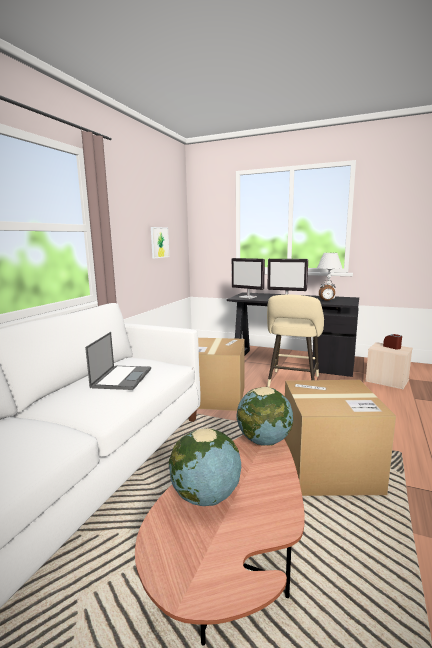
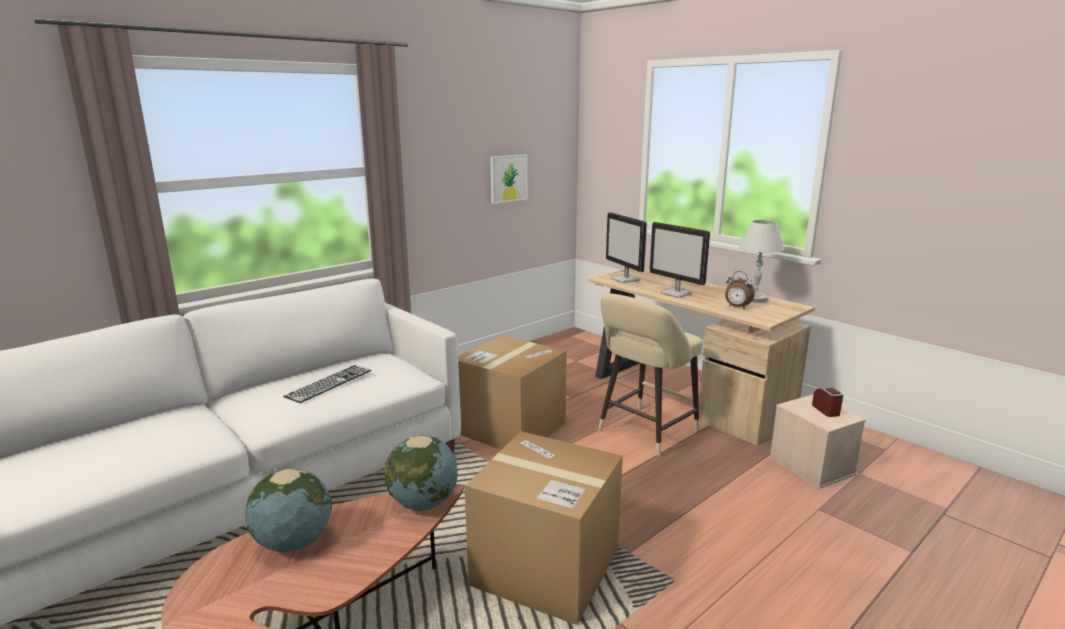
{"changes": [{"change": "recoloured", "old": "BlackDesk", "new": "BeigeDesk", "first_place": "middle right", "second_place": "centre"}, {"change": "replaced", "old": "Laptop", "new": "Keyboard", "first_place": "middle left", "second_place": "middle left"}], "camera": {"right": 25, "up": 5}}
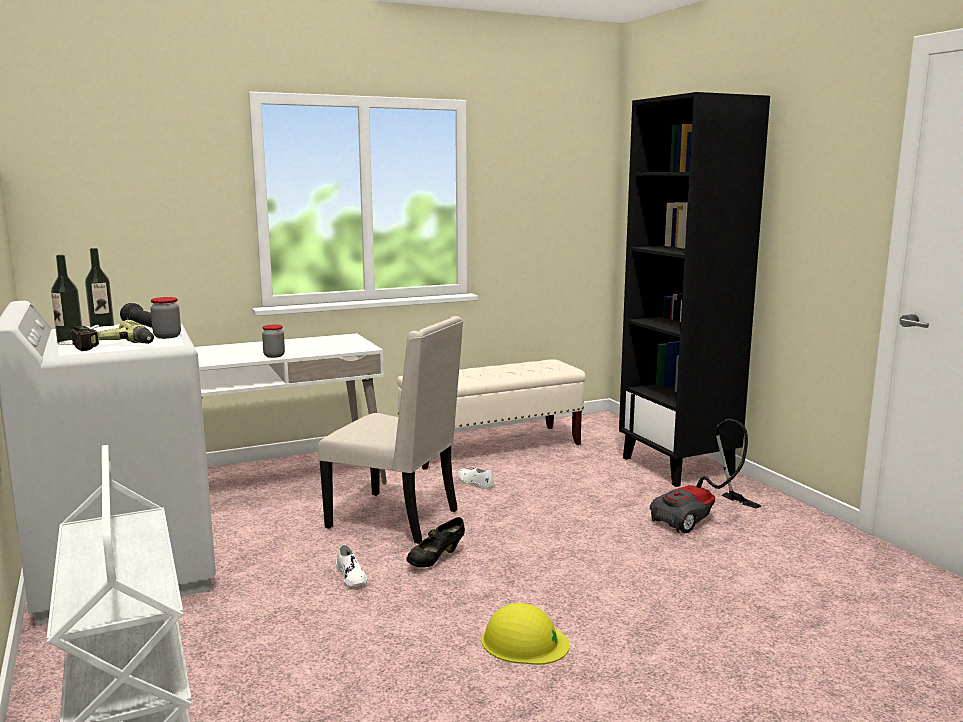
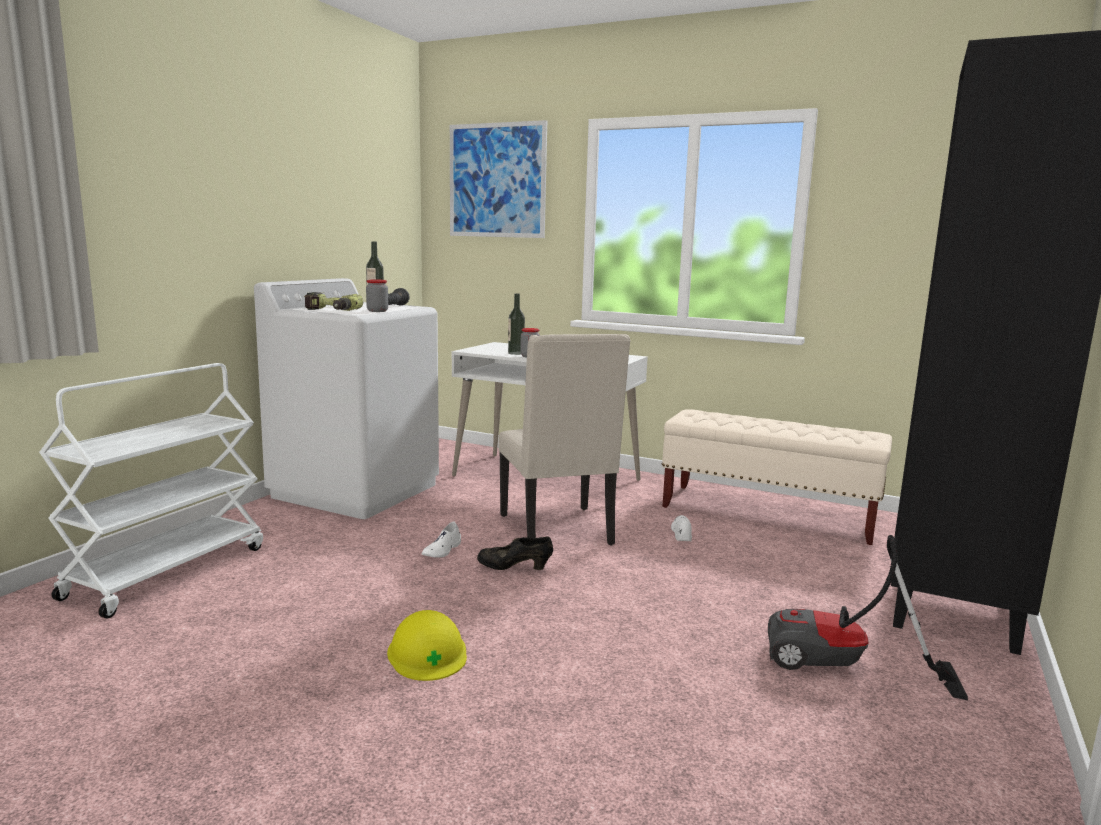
{"changes": [{"change": "moved", "old": "Bottle (1st from left in the first image)", "new": "Bottle (2nd from left)", "first_place": "middle left", "second_place": "centre"}, {"change": "added", "new": "Picture", "second_place": "top centre"}], "camera": {"right": 50, "up": 0}}
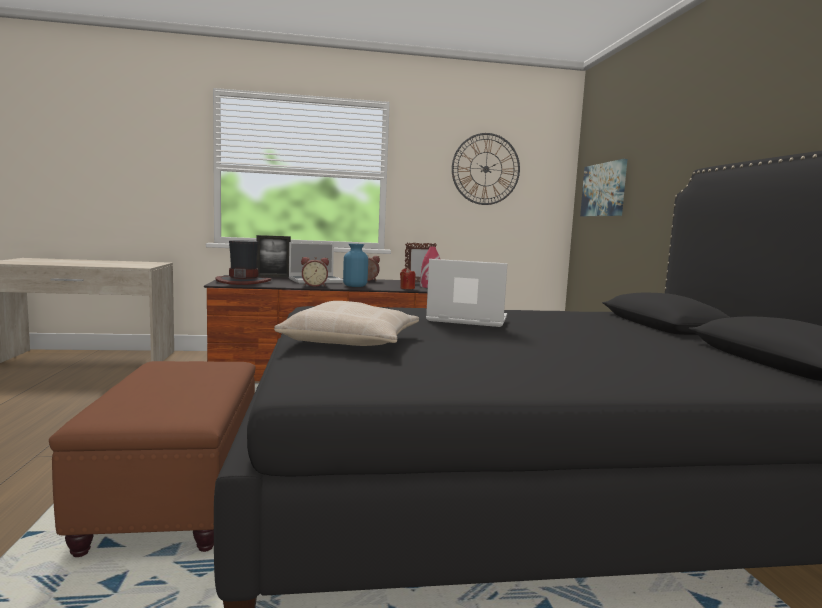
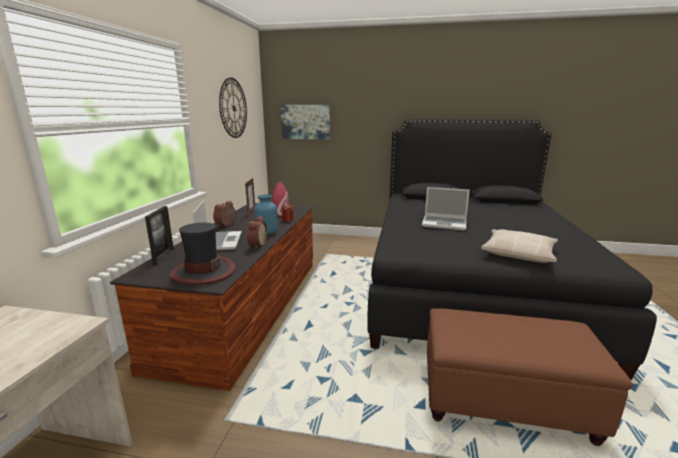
{"changes": [{"change": "turned", "old": "Laptop (2nd from left)", "first_place": "centre", "second_place": "centre", "degrees": -105}], "camera": {"right": -70, "up": 10}}
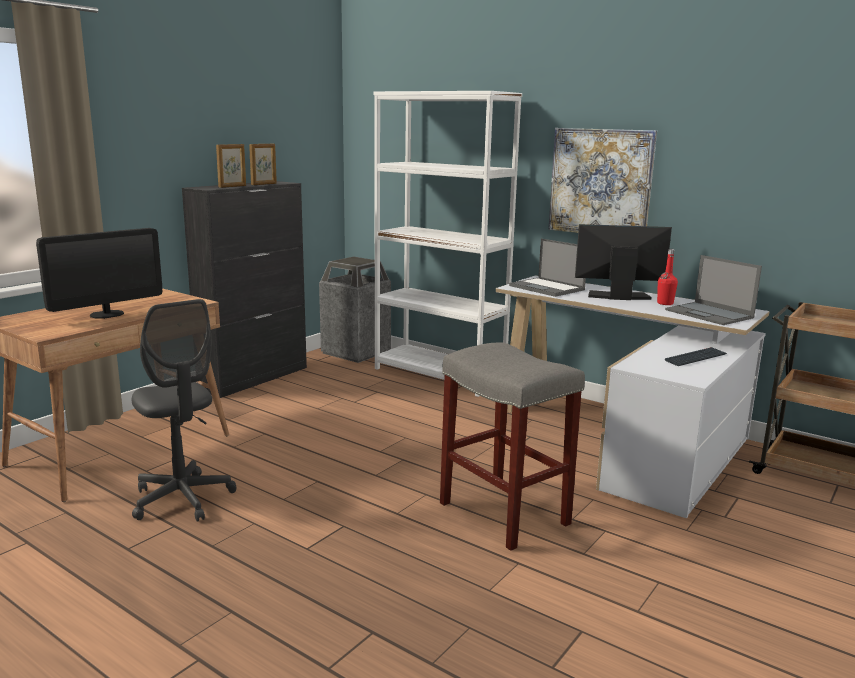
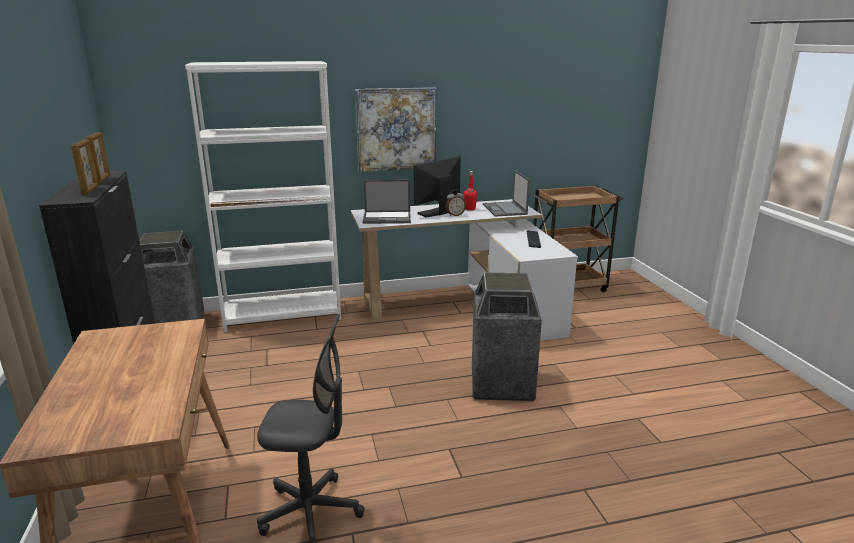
{"changes": [{"change": "removed", "old": "Monitor (1st from left)", "first_place": "middle left"}, {"change": "turned", "old": "Laptop (2nd from left)", "first_place": "middle right", "second_place": "centre", "degrees": 75}, {"change": "replaced", "old": "GreyStool", "new": "TrashCan (2nd from left)", "first_place": "centre", "second_place": "centre"}, {"change": "added", "new": "AlarmClock", "second_place": "centre"}], "camera": {"right": -50, "up": 5}}
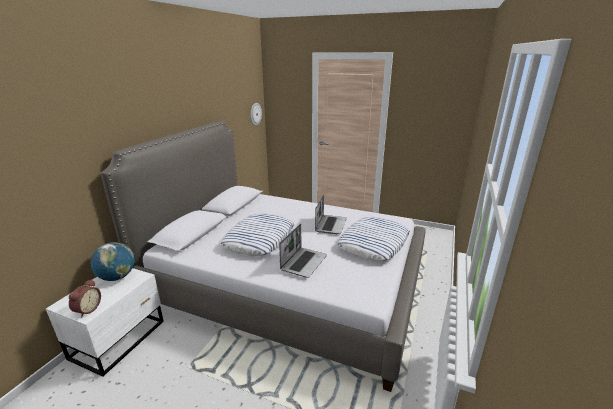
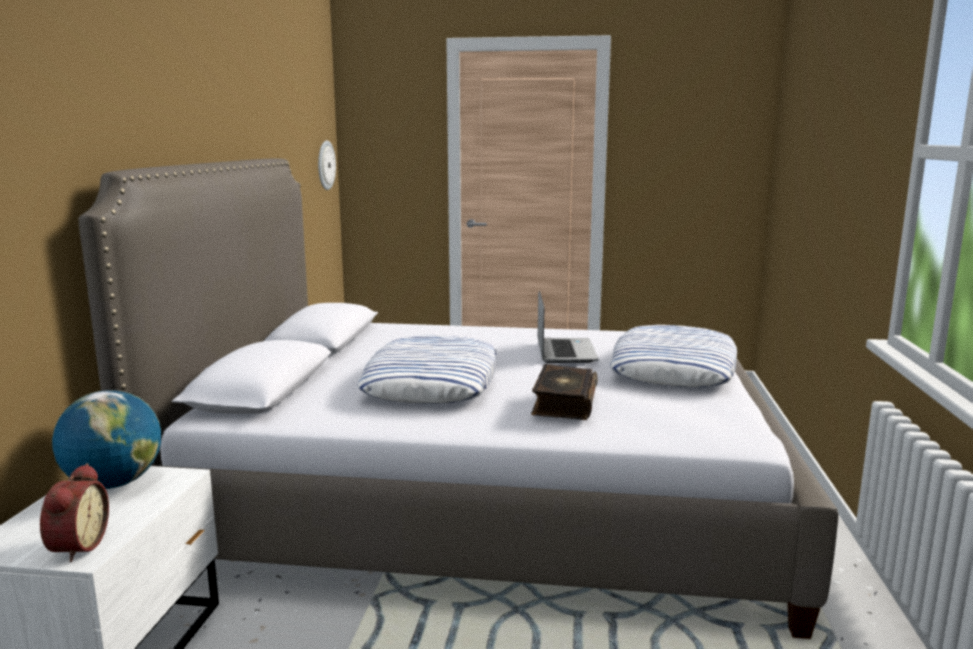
{"changes": [{"change": "replaced", "old": "Laptop (1st from left)", "new": "Book", "first_place": "centre", "second_place": "centre"}], "camera": {"right": -15, "up": -10}}
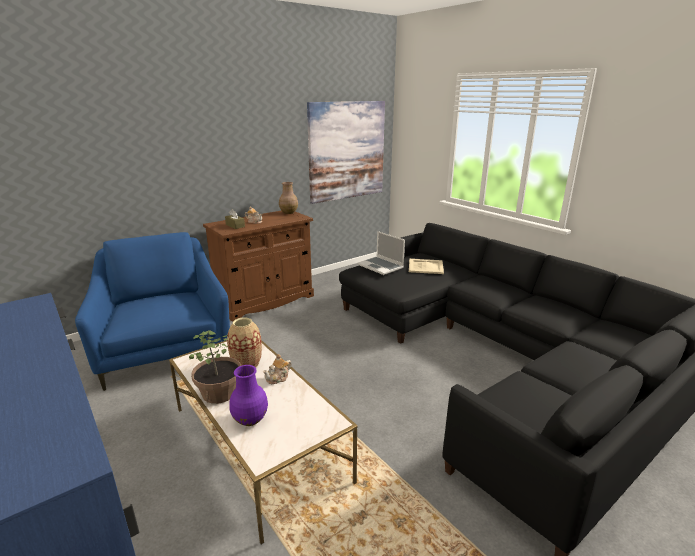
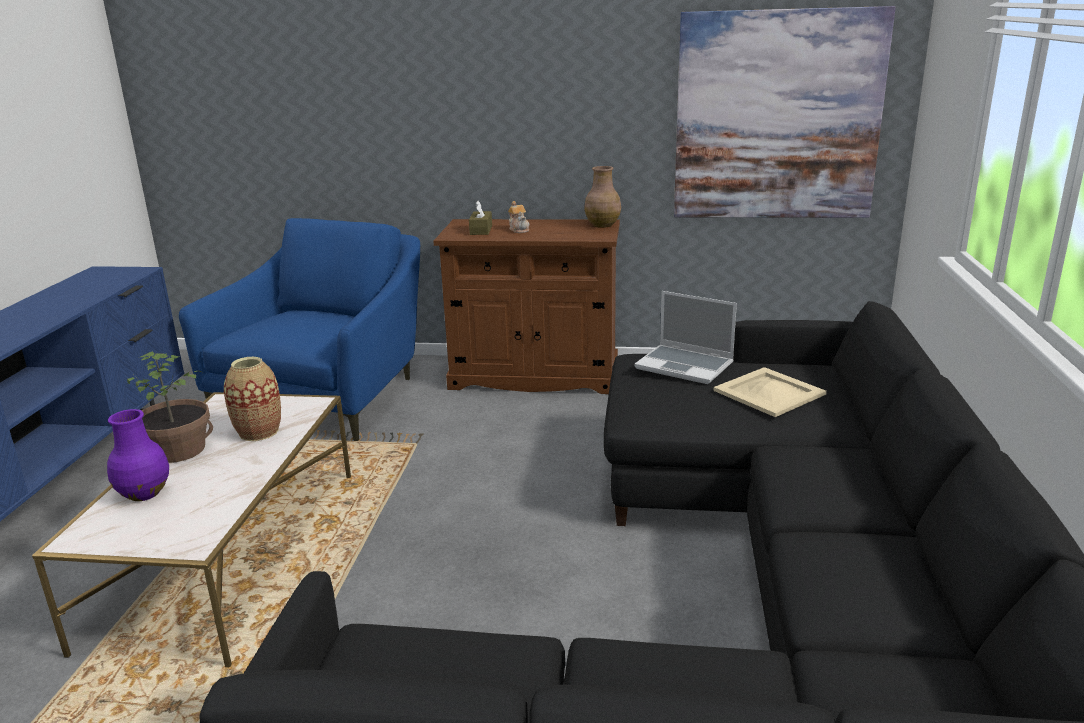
{"changes": [{"change": "turned", "old": "Laptop", "first_place": "centre", "second_place": "centre", "degrees": -60}, {"change": "removed", "old": "Teapot (2nd from left)", "first_place": "centre"}], "camera": {"right": 45, "up": 0}}
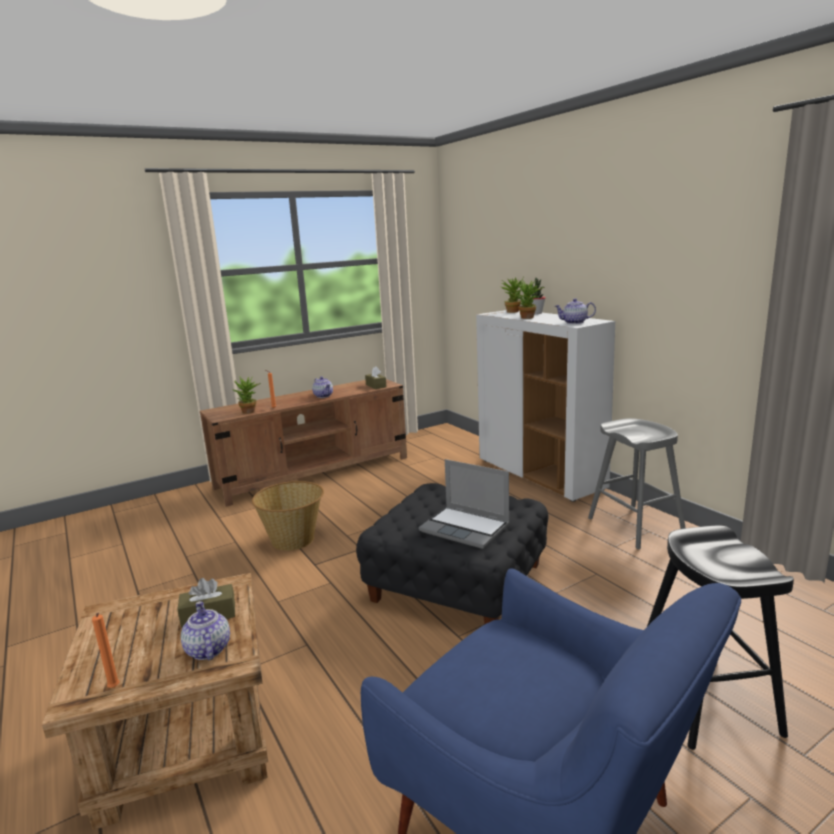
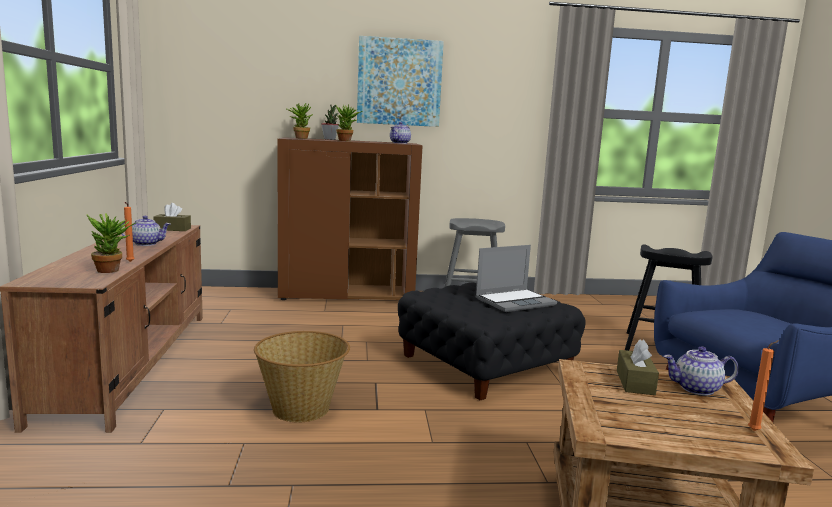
{"changes": [{"change": "recoloured", "old": "WhiteCabinet", "new": "BrownCabinet", "first_place": "centre", "second_place": "centre"}, {"change": "added", "new": "Picture", "second_place": "top centre"}], "camera": {"right": -65, "up": -5}}
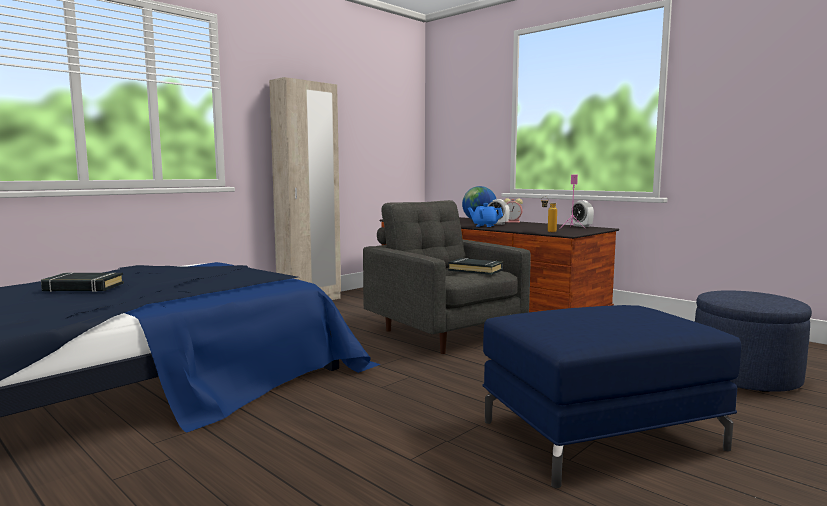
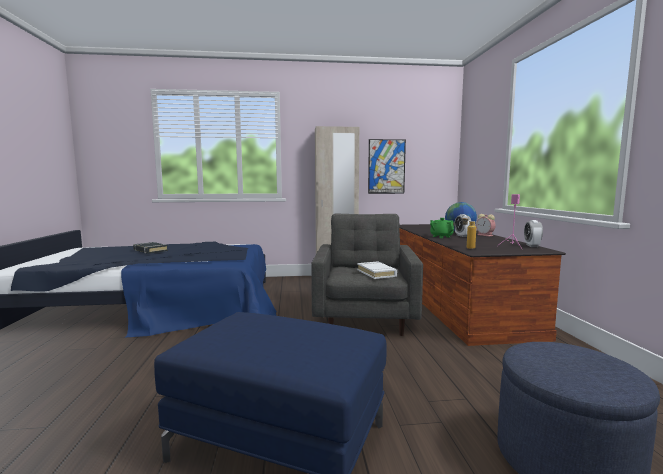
{"changes": [{"change": "recoloured", "old": "BlueTeapot", "new": "GreenTeapot", "first_place": "centre", "second_place": "middle right"}, {"change": "recoloured", "old": "BlackBook (2nd from left)", "new": "WhiteBook", "first_place": "centre", "second_place": "centre"}, {"change": "added", "new": "Picture", "second_place": "centre"}], "camera": {"right": 40, "up": 0}}
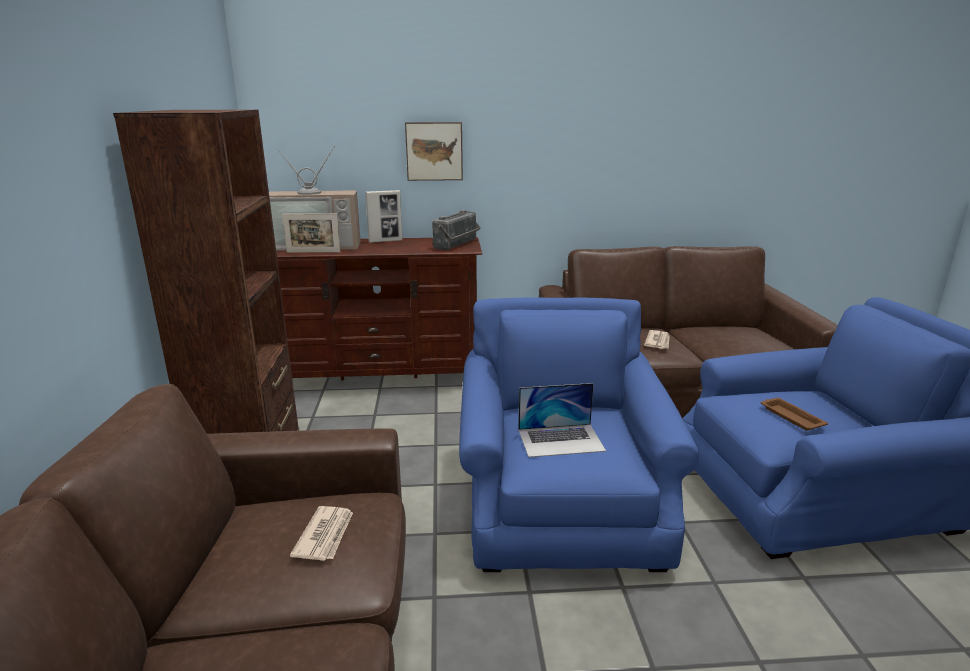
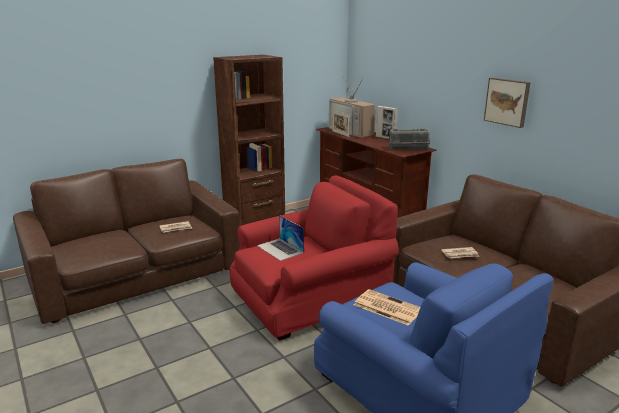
{"changes": [{"change": "moved", "old": "Picture", "first_place": "top centre", "second_place": "top right"}, {"change": "recoloured", "old": "BlueArmchair (1st from left)", "new": "RedArmchair", "first_place": "centre", "second_place": "centre"}, {"change": "replaced", "old": "BrownTray", "new": "Newspaper (2nd from left)", "first_place": "middle right", "second_place": "bottom centre"}], "camera": {"right": 60, "up": 0}}
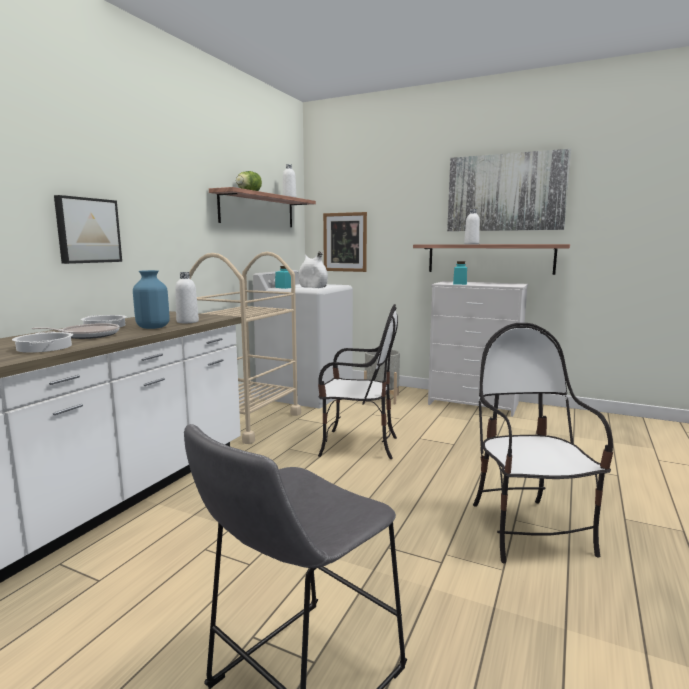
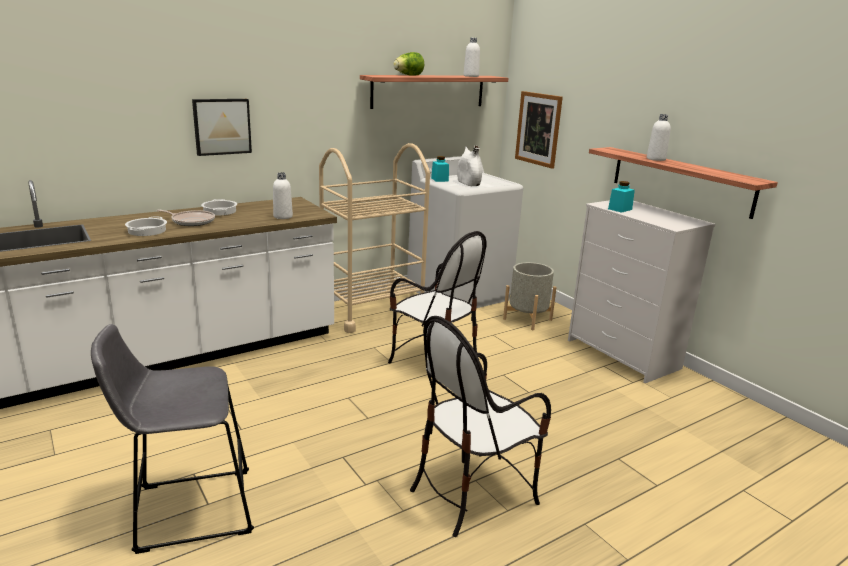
{"changes": [{"change": "removed", "old": "Picture (3rd from left)", "first_place": "top right"}, {"change": "removed", "old": "BlueVase", "first_place": "middle left"}, {"change": "turned", "old": "Chair (2nd from left)", "first_place": "middle right", "second_place": "bottom centre", "degrees": -150}], "camera": {"right": 30, "up": 10}}
